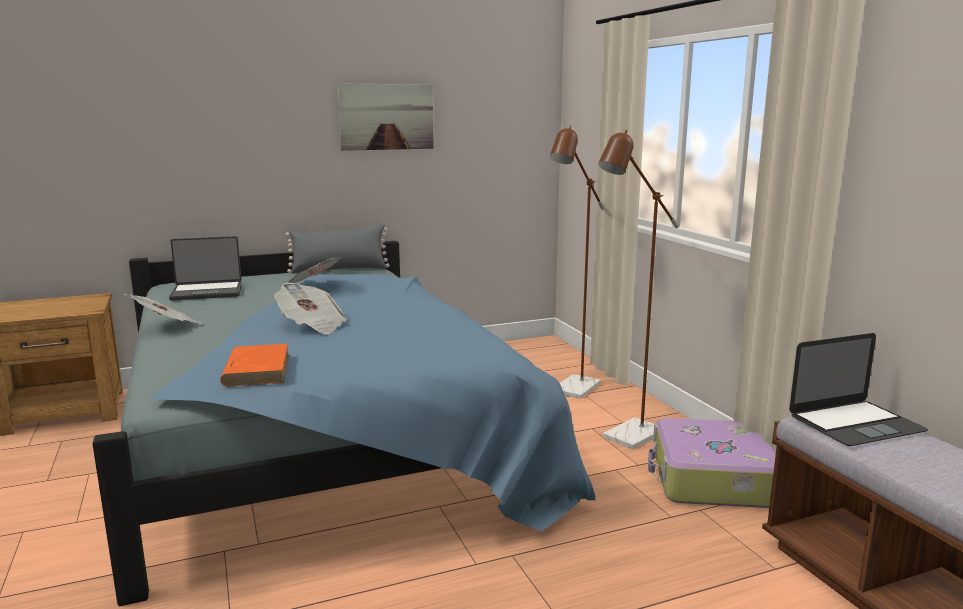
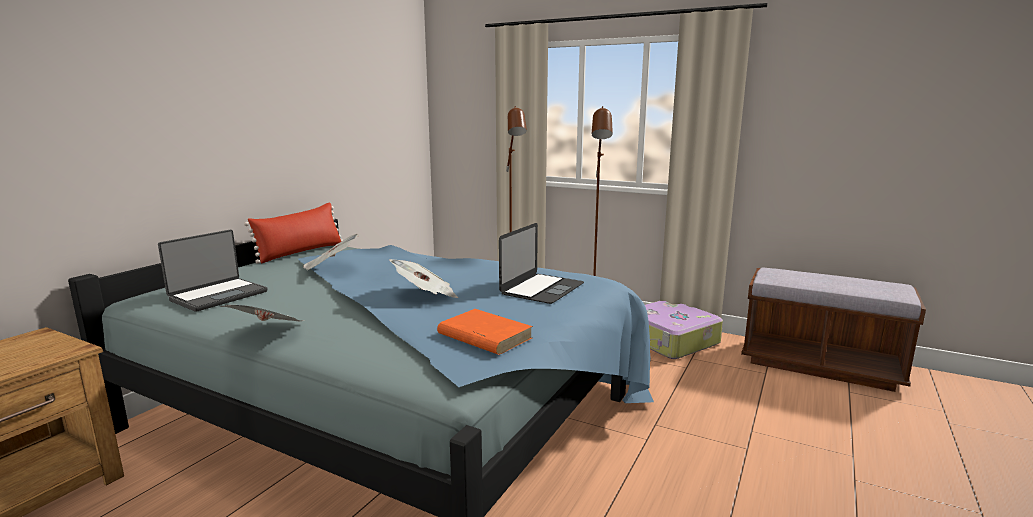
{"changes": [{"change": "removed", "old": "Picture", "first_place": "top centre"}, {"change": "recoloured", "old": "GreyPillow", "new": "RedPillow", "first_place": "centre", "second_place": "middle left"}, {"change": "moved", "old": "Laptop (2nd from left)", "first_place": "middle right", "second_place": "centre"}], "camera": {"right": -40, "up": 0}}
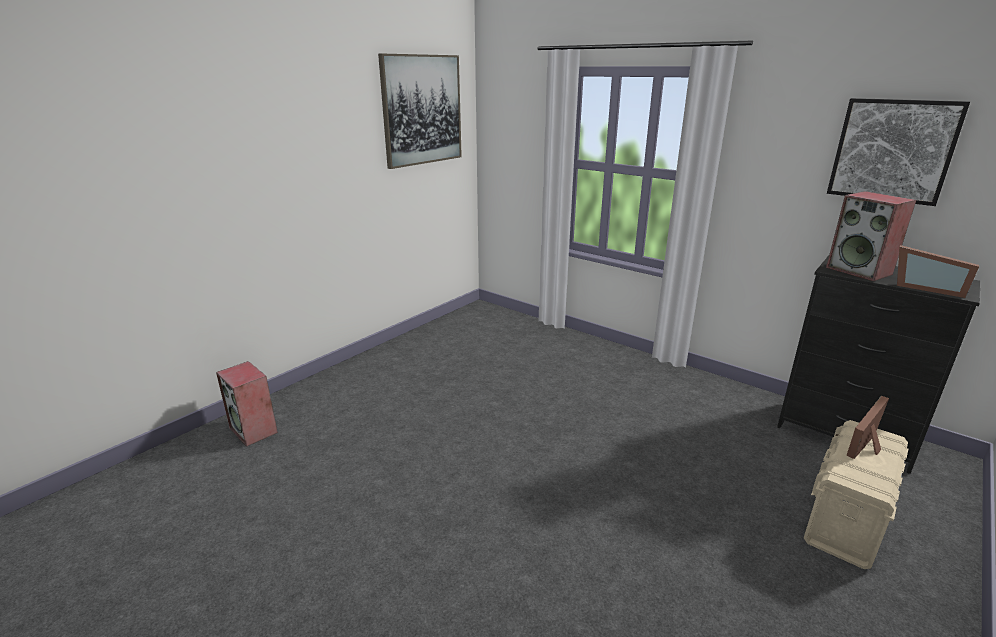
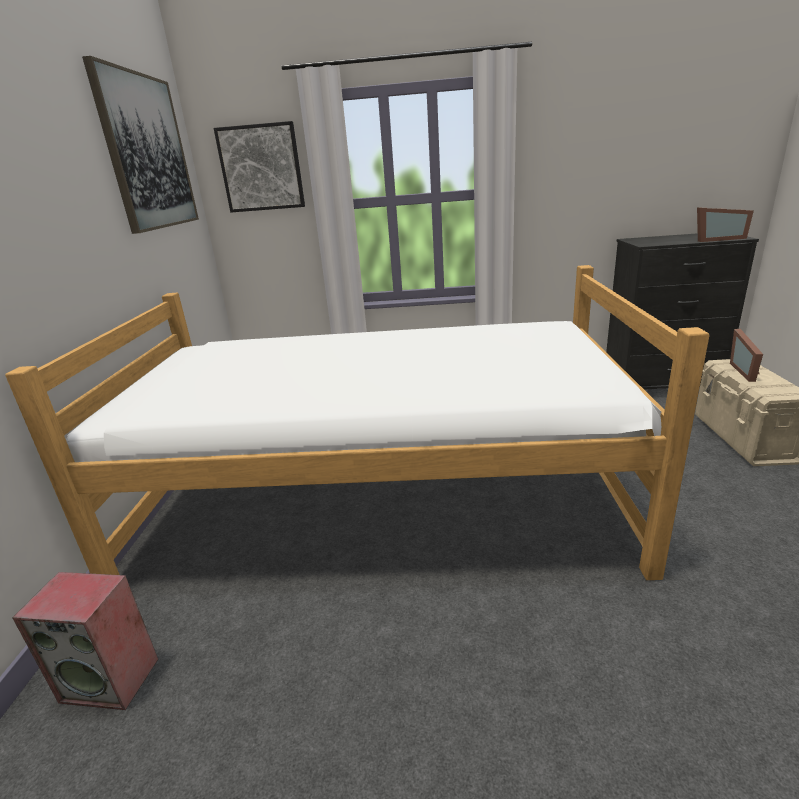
{"changes": [{"change": "moved", "old": "Picture (2nd from left)", "first_place": "top right", "second_place": "top left"}, {"change": "removed", "old": "Speaker (2nd from left)", "first_place": "middle right"}, {"change": "added", "new": "Bed", "second_place": "centre"}], "camera": {"right": -35, "up": 0}}
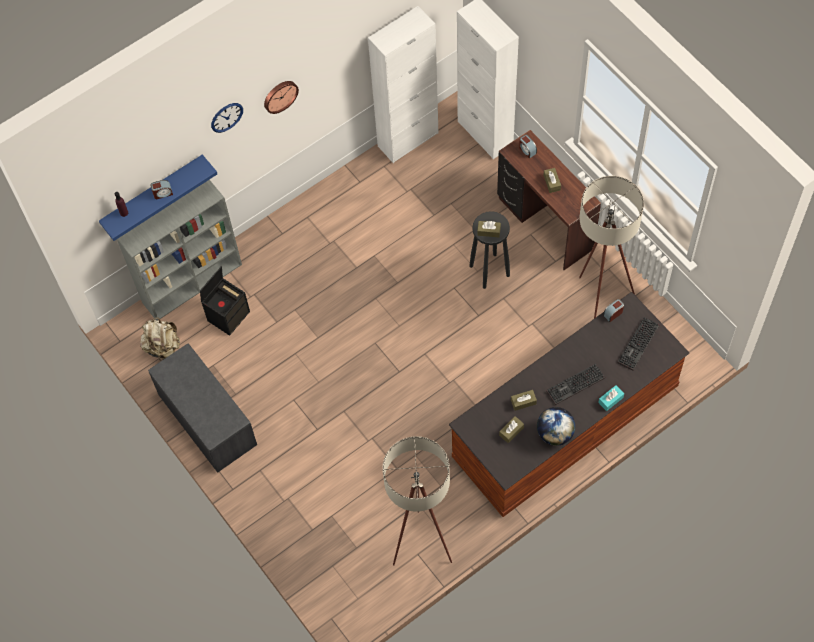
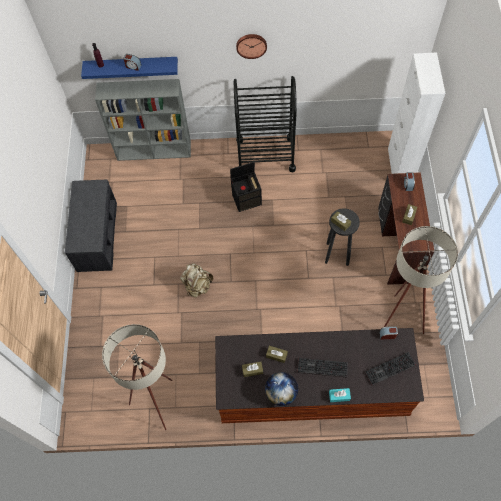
{"changes": [{"change": "removed", "old": "WhiteCabinet (1st from left)", "first_place": "top centre"}, {"change": "removed", "old": "WallClock (1st from left)", "first_place": "top left"}, {"change": "moved", "old": "BlackStorageBox", "first_place": "middle left", "second_place": "centre"}, {"change": "moved", "old": "BeigeBackpack", "first_place": "middle left", "second_place": "centre"}, {"change": "added", "new": "BlackCart", "second_place": "top centre"}], "camera": {"right": 35, "up": 0}}
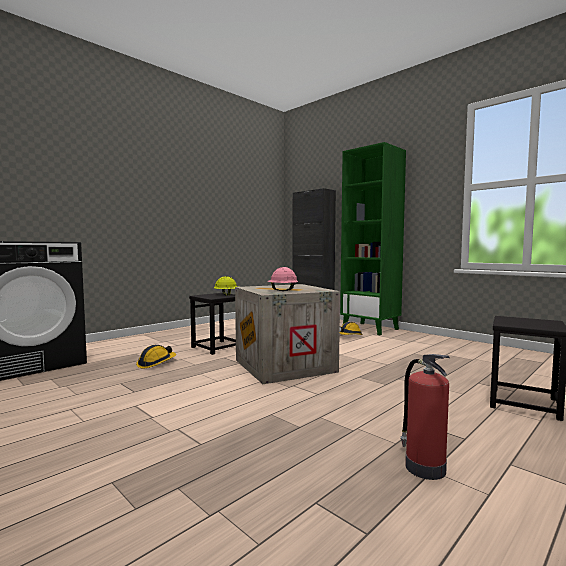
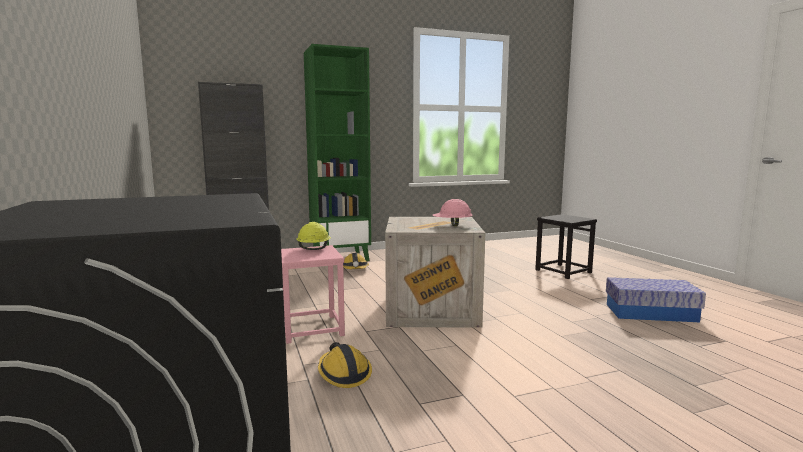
{"changes": [{"change": "recoloured", "old": "BlackStool (1st from left)", "new": "PinkStool", "first_place": "centre", "second_place": "centre"}, {"change": "replaced", "old": "FireExtinguisher", "new": "StorageBox", "first_place": "bottom right", "second_place": "middle right"}], "camera": {"right": -65, "up": 5}}
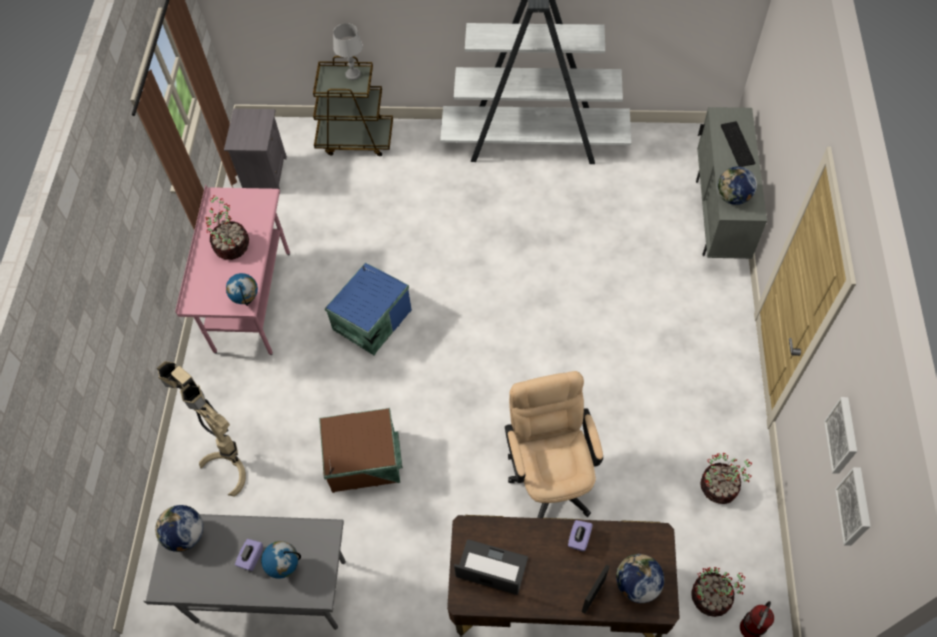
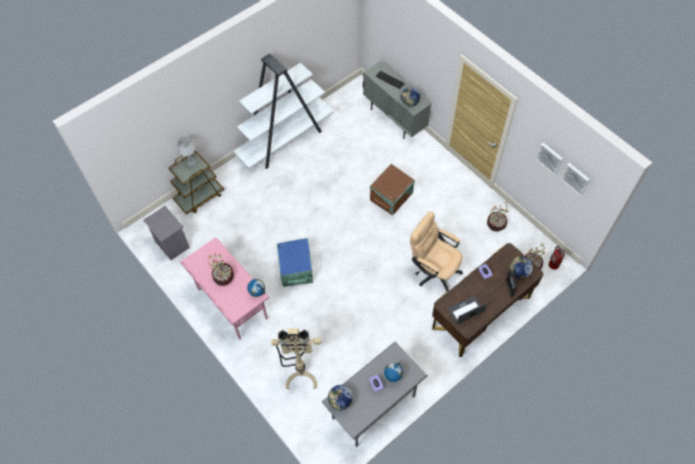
{"changes": [{"change": "moved", "old": "BrownStorageBox", "first_place": "bottom centre", "second_place": "centre"}], "camera": {"right": -45, "up": 0}}
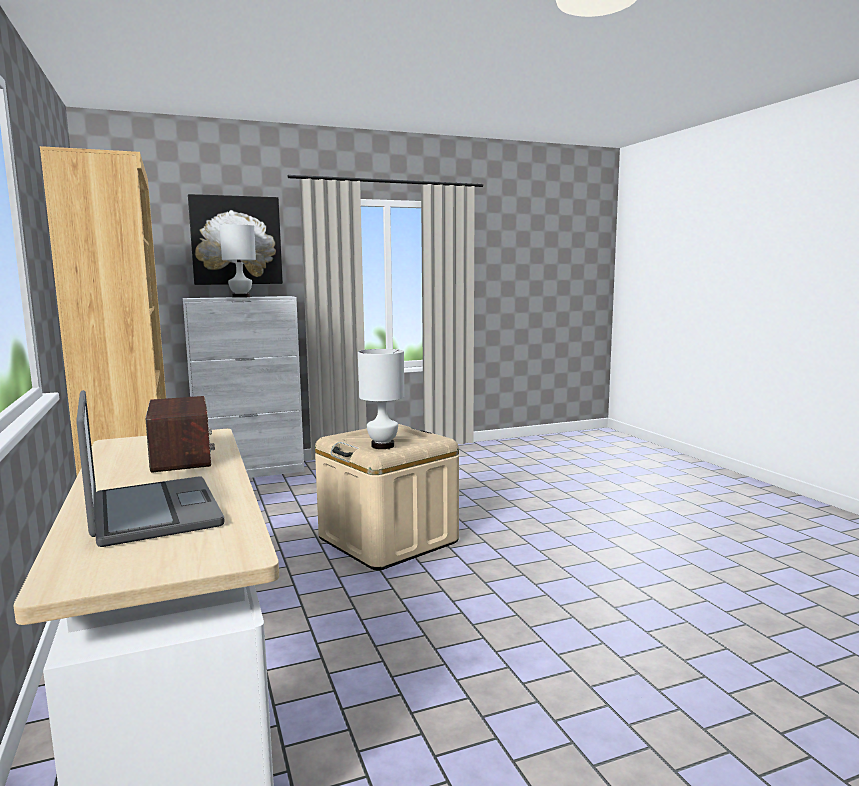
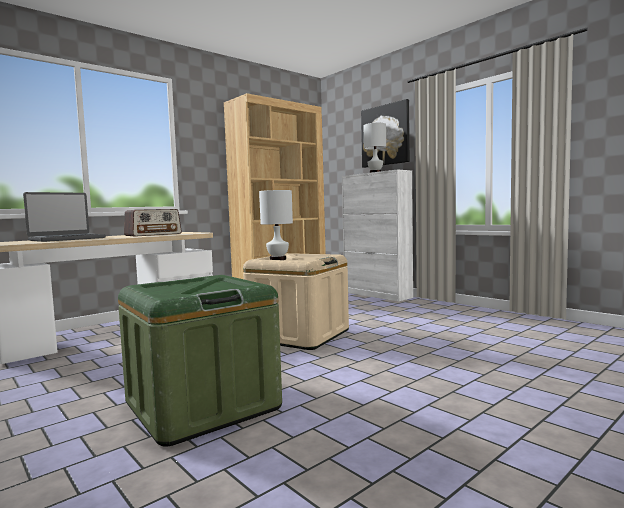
{"changes": [{"change": "added", "new": "GreenStorageBox", "second_place": "bottom left"}], "camera": {"right": 70, "up": -5}}
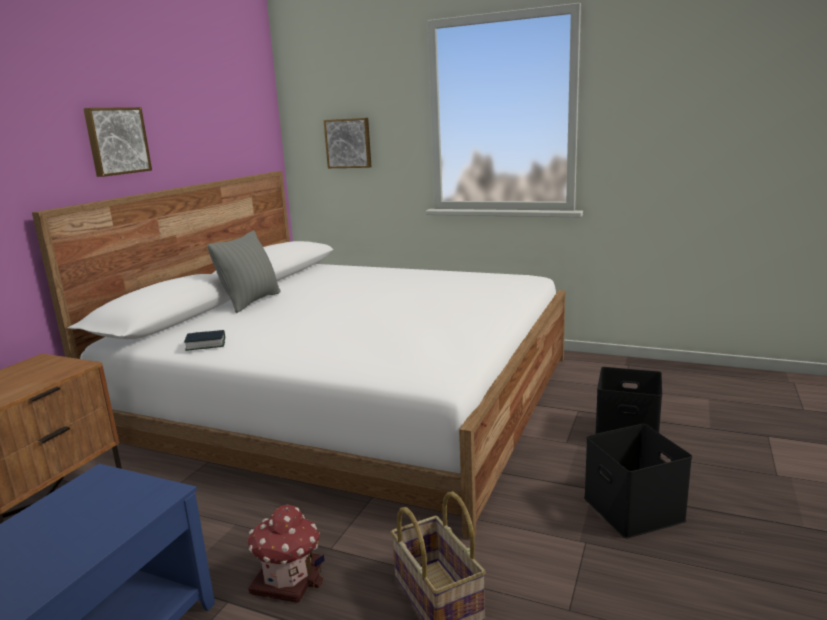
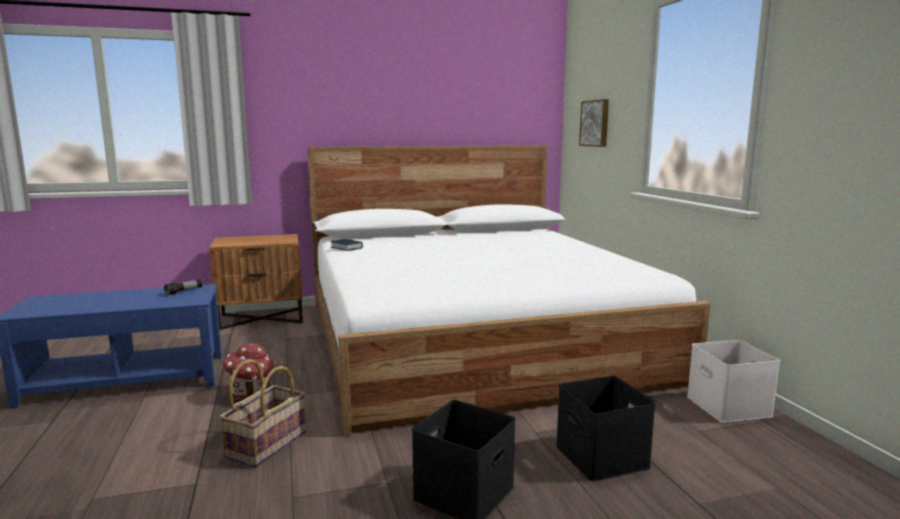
{"changes": [{"change": "removed", "old": "Picture (1st from left)", "first_place": "top left"}, {"change": "removed", "old": "GreyPillow", "first_place": "middle left"}, {"change": "added", "new": "Flashlight", "second_place": "middle left"}, {"change": "added", "new": "WhiteStorageBox", "second_place": "bottom right"}], "camera": {"right": 50, "up": -5}}
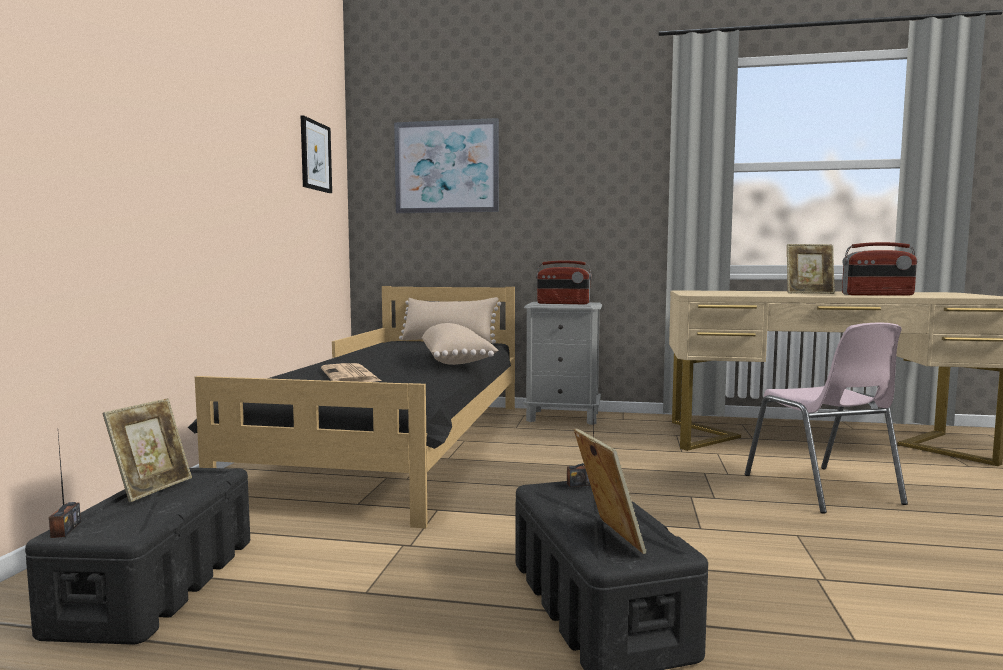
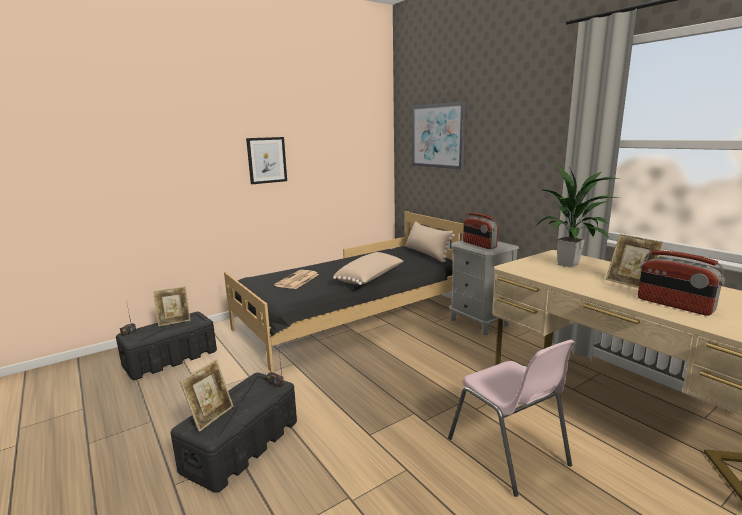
{"changes": [{"change": "moved", "old": "Picture (1st from left)", "first_place": "top left", "second_place": "top centre"}, {"change": "turned", "old": "PinkChair", "first_place": "middle right", "second_place": "bottom right", "degrees": -60}, {"change": "added", "new": "PottedPlant", "second_place": "middle right"}], "camera": {"right": 45, "up": 10}}
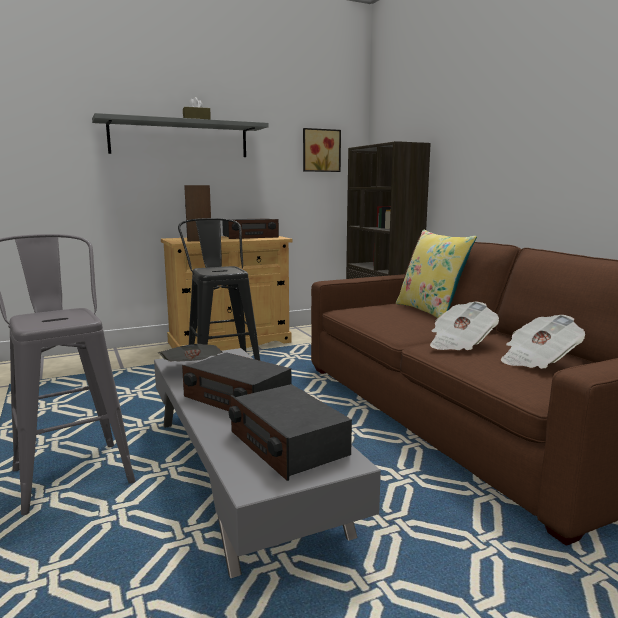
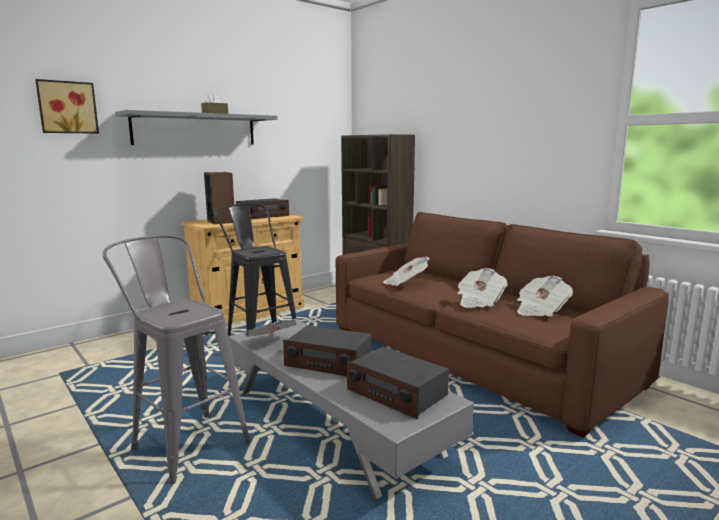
{"changes": [{"change": "moved", "old": "Picture", "first_place": "top centre", "second_place": "top left"}, {"change": "removed", "old": "YellowPillow", "first_place": "middle right"}, {"change": "added", "new": "Newspaper (2nd from left)", "second_place": "centre"}], "camera": {"right": -15, "up": 0}}
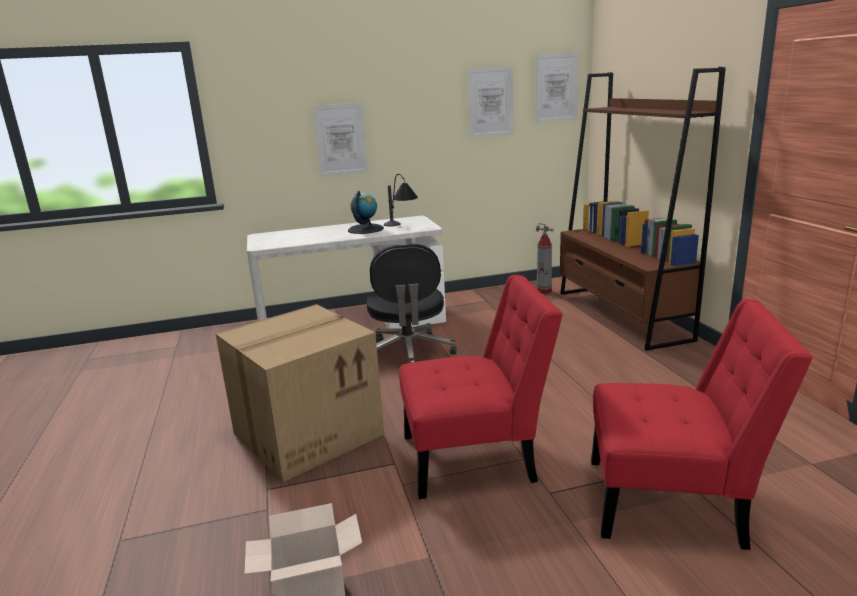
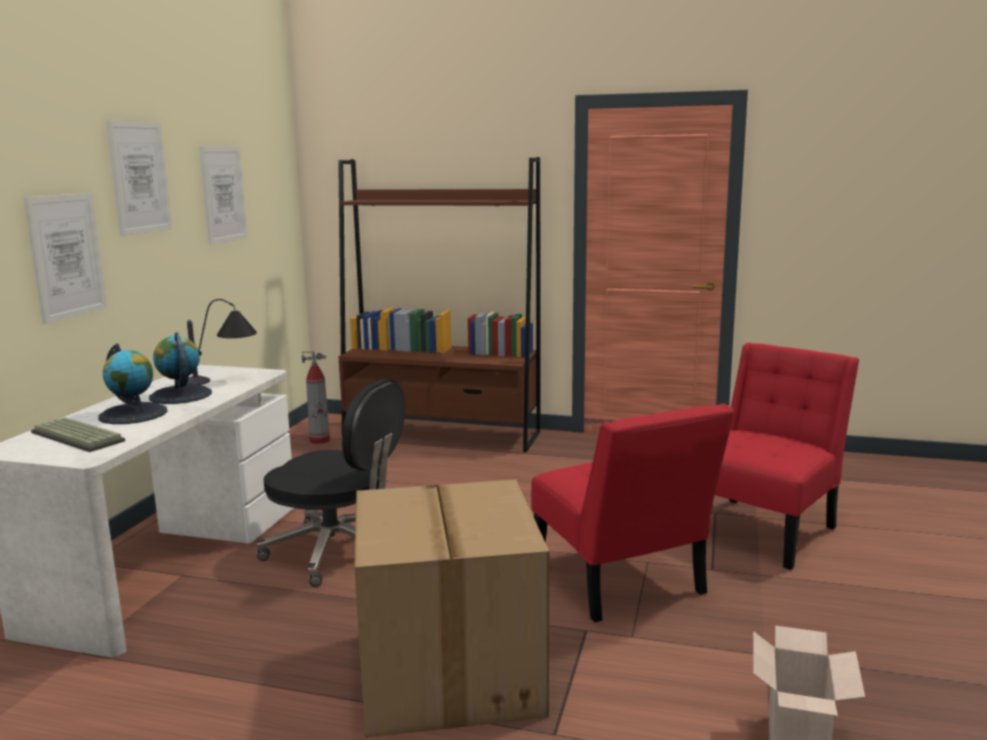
{"changes": [{"change": "moved", "old": "Picture (3rd from left in the first image)", "new": "Picture (2nd from left)", "first_place": "top centre", "second_place": "top left"}, {"change": "turned", "old": "RedChair (1st from left)", "first_place": "centre", "second_place": "bottom centre", "degrees": 135}, {"change": "added", "new": "Globe (1st from left)", "second_place": "middle left"}, {"change": "added", "new": "Keyboard", "second_place": "middle left"}], "camera": {"right": -60, "up": -5}}
